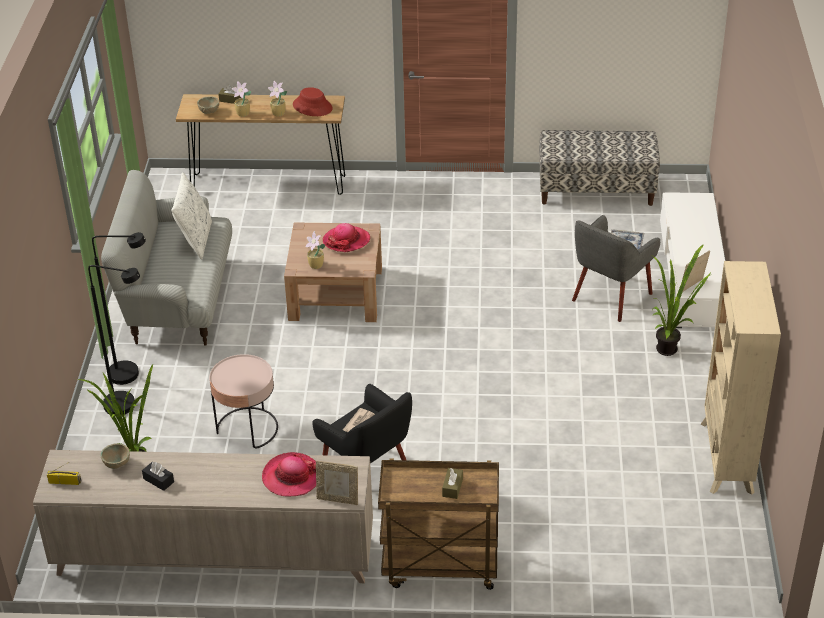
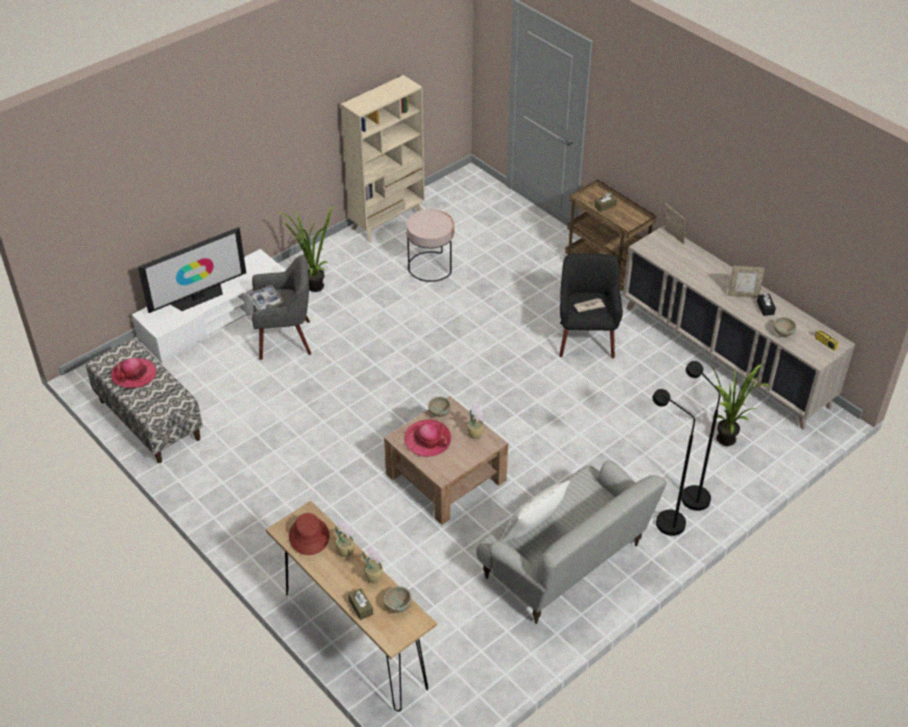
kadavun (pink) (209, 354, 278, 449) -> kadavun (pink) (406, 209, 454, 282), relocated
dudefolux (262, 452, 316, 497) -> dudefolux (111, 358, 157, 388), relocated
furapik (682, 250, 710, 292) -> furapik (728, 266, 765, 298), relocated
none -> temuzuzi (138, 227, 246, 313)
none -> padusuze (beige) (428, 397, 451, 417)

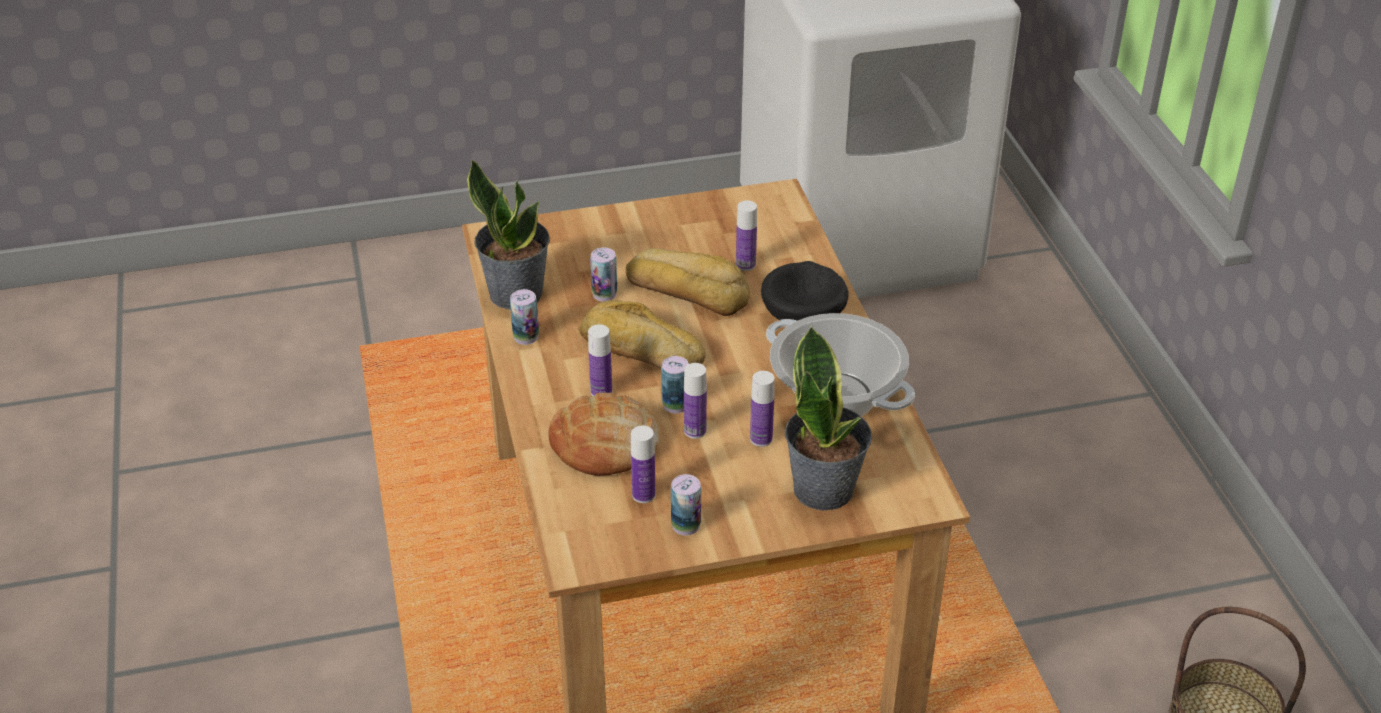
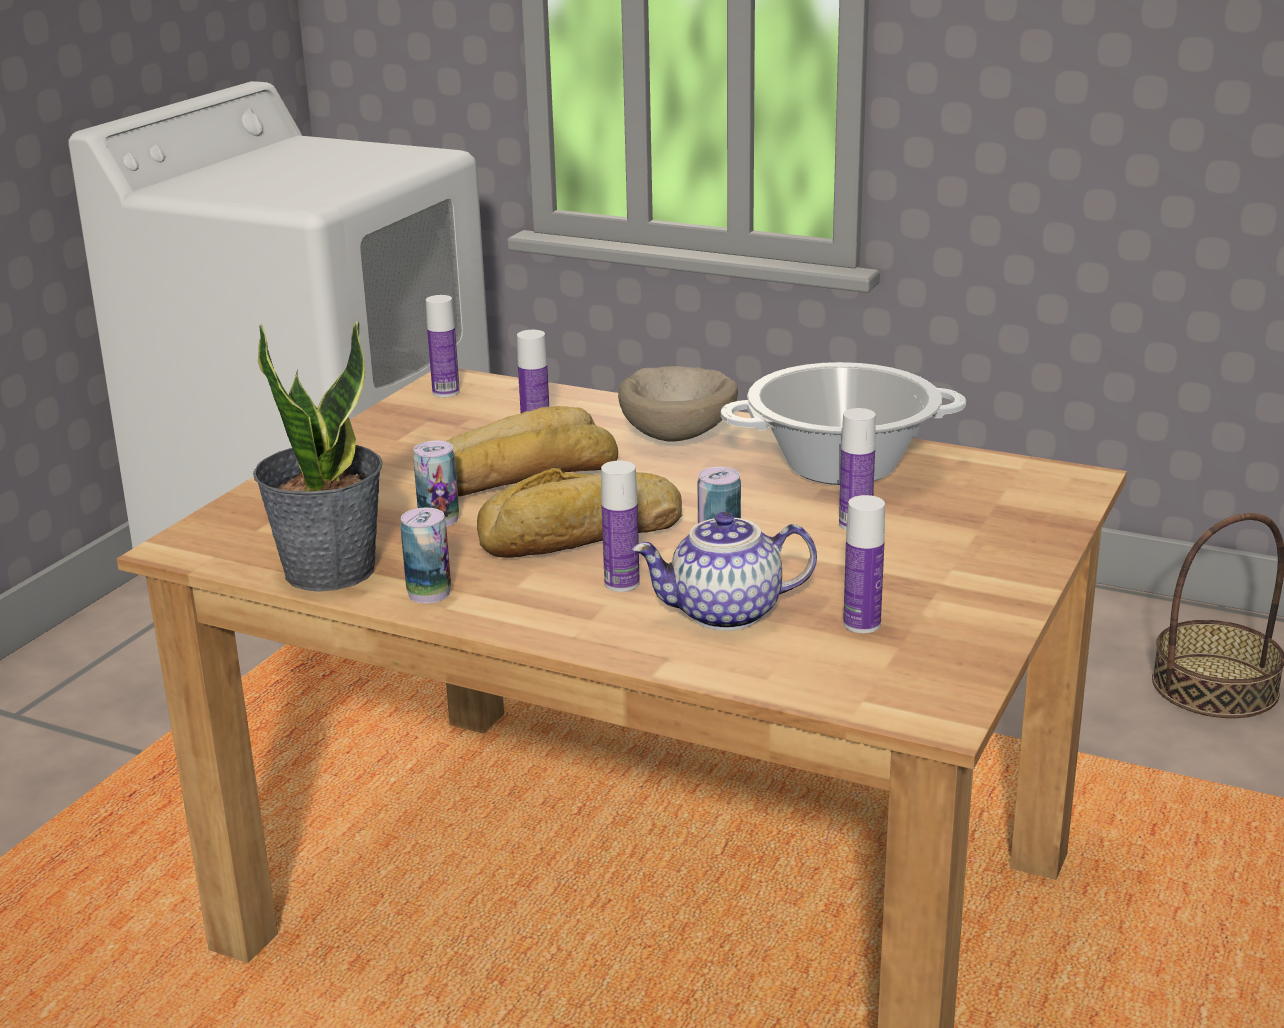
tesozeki (548, 392, 659, 476) -> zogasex (632, 512, 817, 631)
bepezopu (671, 474, 701, 535) -> none
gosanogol (684, 363, 707, 439) -> gosanogol (426, 295, 460, 397), relocated
padusuze (black) (761, 261, 849, 321) -> padusuze (beige) (618, 366, 738, 442)
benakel (785, 325, 872, 511) -> none

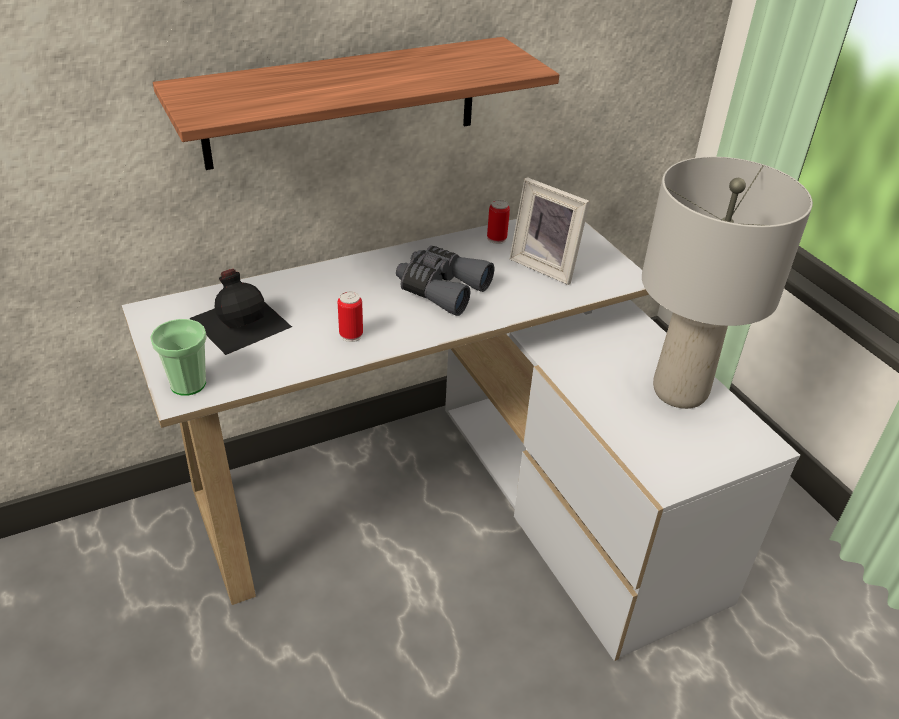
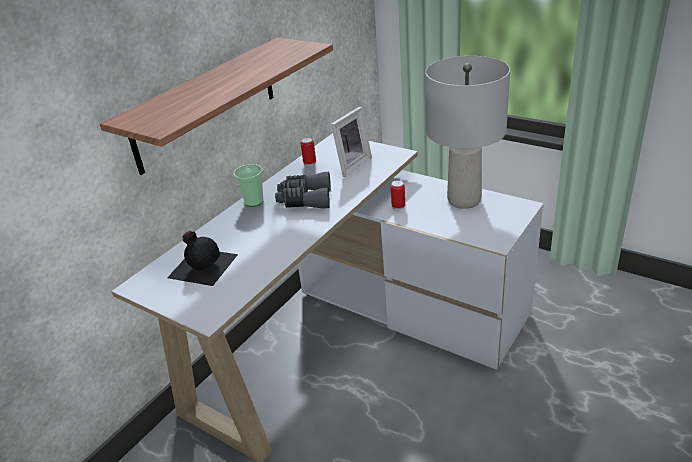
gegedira (150, 319, 207, 396) -> gegedira (234, 164, 264, 207), relocated
bepezopu (338, 291, 363, 342) -> bepezopu (391, 180, 405, 210), relocated
furapik (510, 177, 590, 285) -> furapik (331, 107, 372, 177), 60 degrees counterclockwise

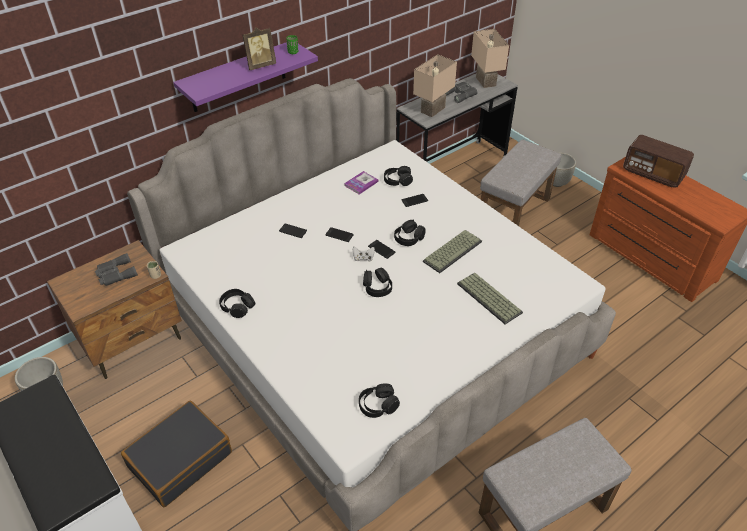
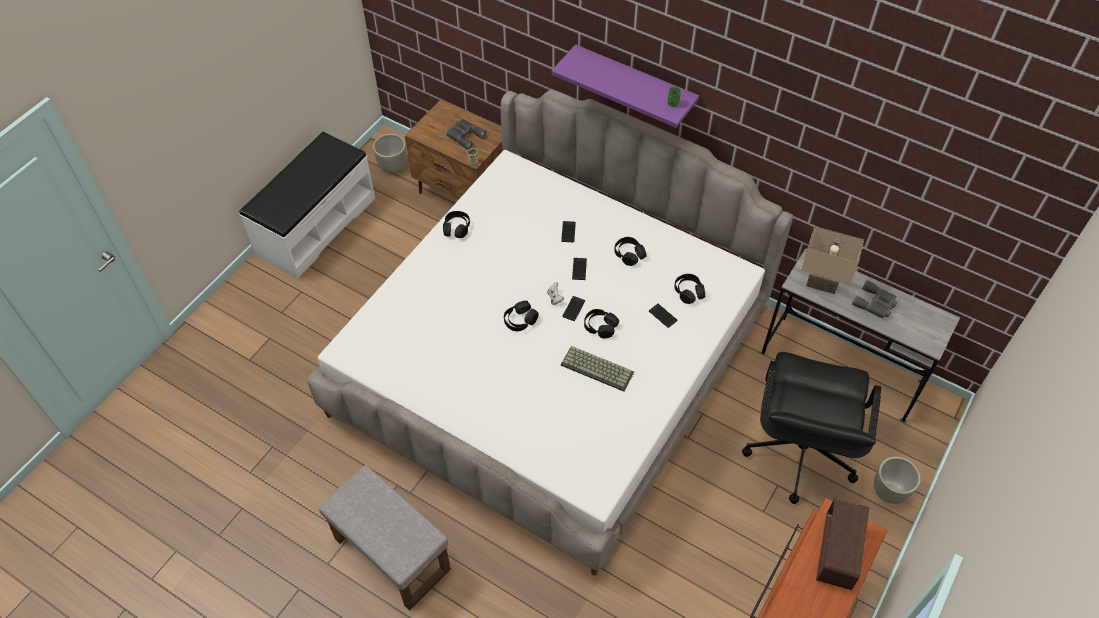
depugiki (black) (121, 401, 232, 507) -> none
furapik (242, 27, 276, 70) -> none
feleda (344, 171, 378, 194) -> none
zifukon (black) (359, 383, 400, 418) -> zifukon (black) (614, 237, 647, 266), relocated
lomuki (457, 273, 523, 324) -> none
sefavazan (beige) (471, 29, 509, 88) -> none
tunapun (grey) (480, 140, 562, 226) -> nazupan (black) (742, 352, 881, 504)

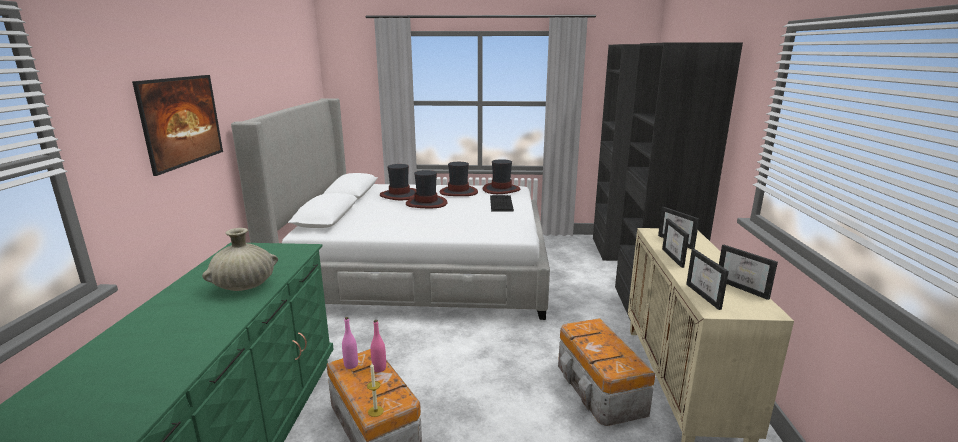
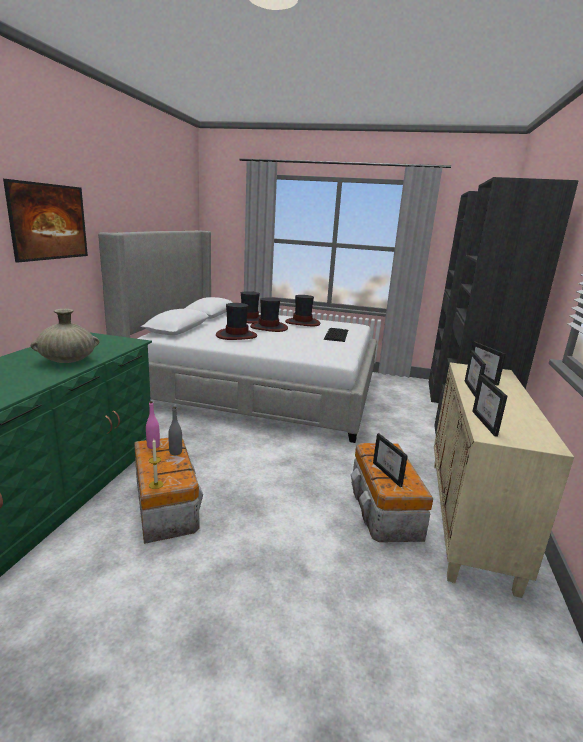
gosanogol (pink) (370, 320, 386, 372) -> gosanogol (grey) (168, 407, 182, 455)
dudefolux (483, 159, 520, 194) -> dudefolux (216, 303, 257, 340), relocated
furapik (719, 245, 778, 300) -> furapik (373, 433, 408, 487), relocated

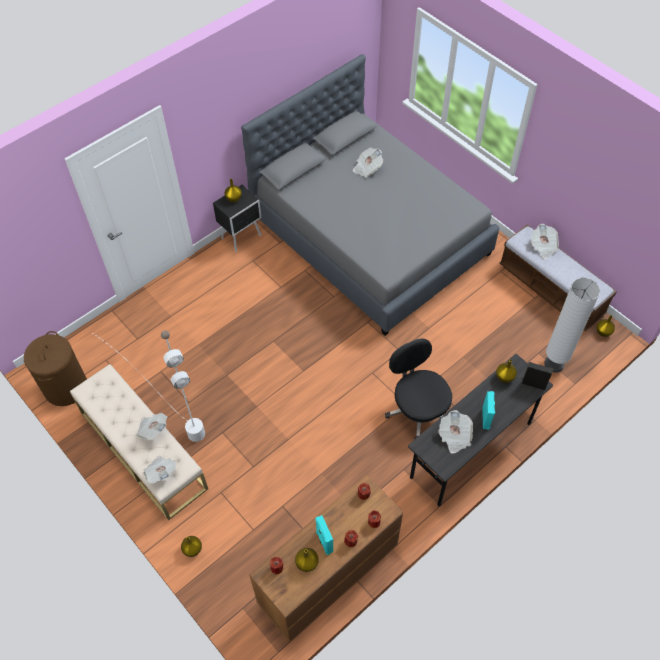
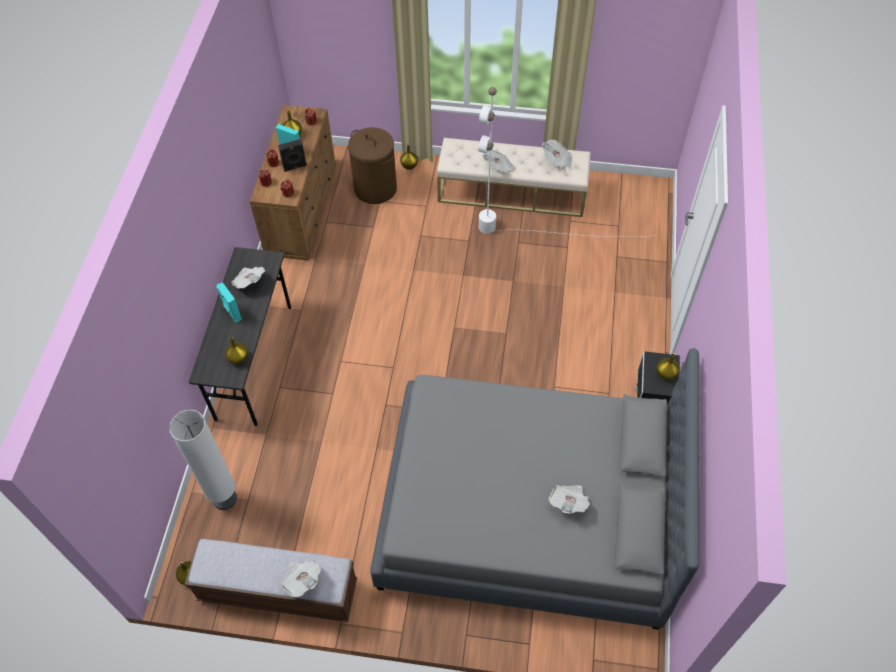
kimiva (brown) (24, 331, 87, 406) -> kimiva (brown) (348, 127, 397, 204), relocated
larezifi (143, 456, 176, 484) -> larezifi (542, 139, 572, 168), relocated
nazupan (black) (385, 338, 452, 440) -> none
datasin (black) (522, 362, 553, 390) -> datasin (black) (278, 139, 307, 172), relocated

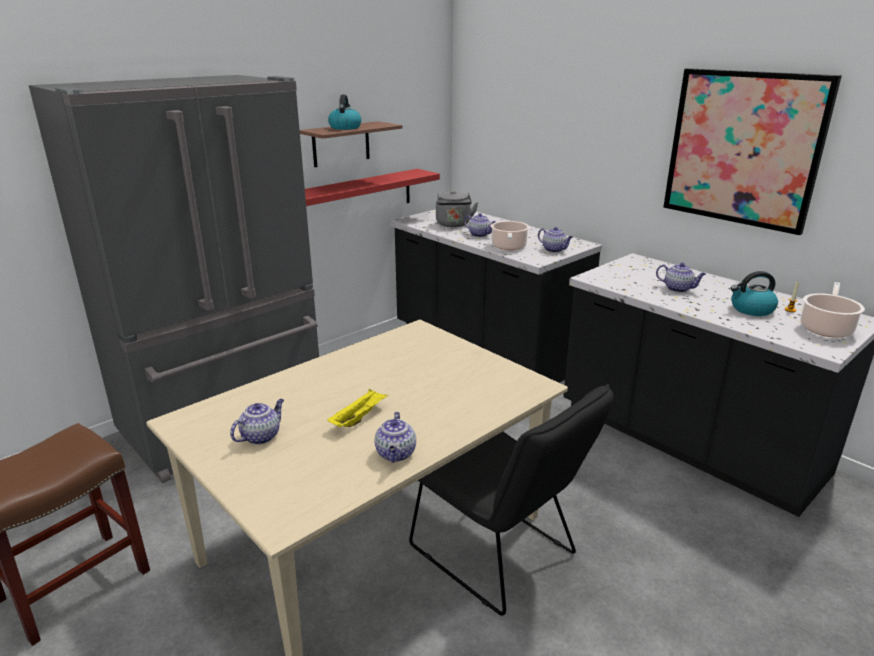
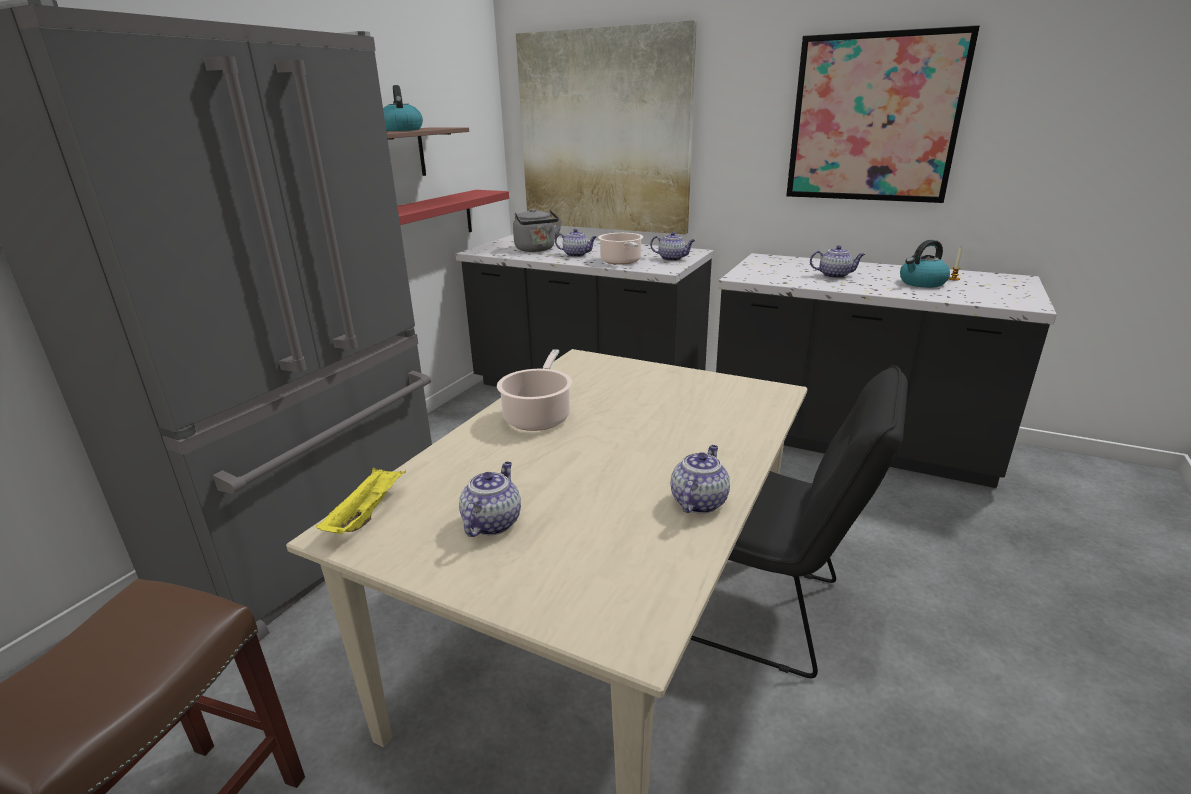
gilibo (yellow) (327, 389, 389, 427) -> gilibo (yellow) (316, 468, 406, 534), relocated
zogasex (374, 412, 416, 462) -> zogasex (671, 445, 730, 514), 135 degrees counterclockwise
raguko (801, 282, 865, 338) -> raguko (497, 349, 572, 431), relocated
none -> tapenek (516, 20, 697, 234)

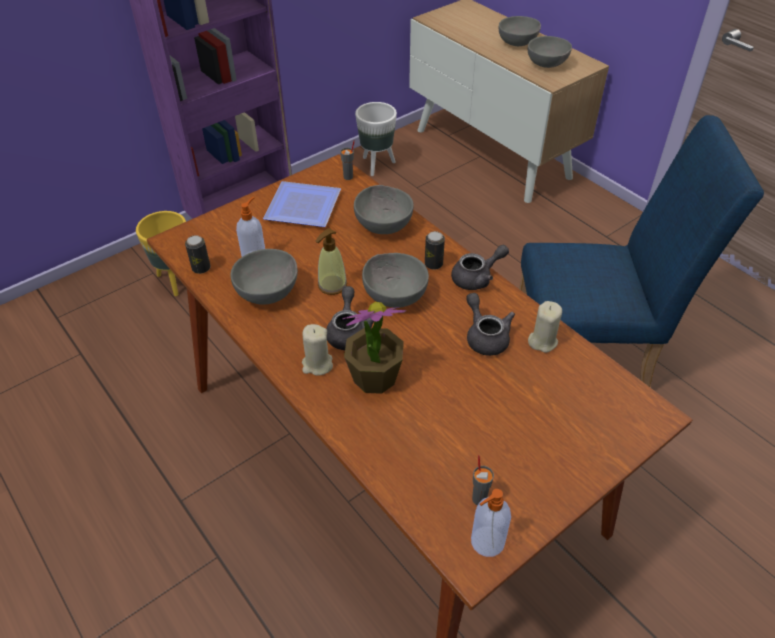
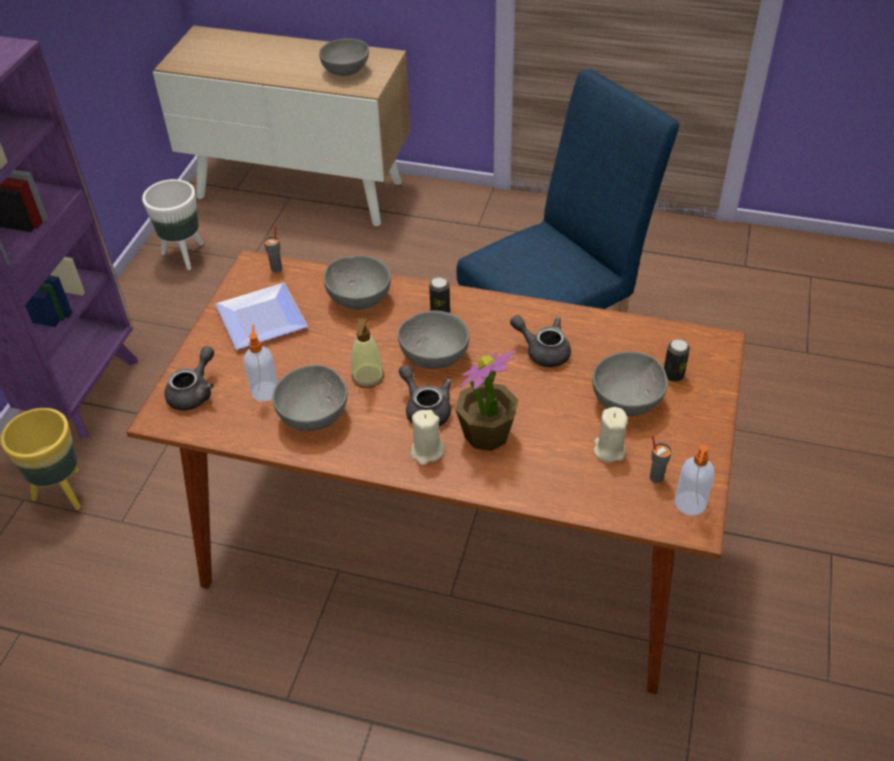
bepezopu (185, 235, 210, 274) -> bepezopu (664, 339, 690, 382), relocated
zogasex (grey) (451, 245, 509, 290) -> zogasex (grey) (164, 346, 214, 410), relocated
padusuze (grey) (499, 16, 541, 46) -> padusuze (grey) (592, 352, 668, 416), relocated
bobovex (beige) (528, 301, 562, 353) -> bobovex (beige) (594, 407, 627, 463), relocated

